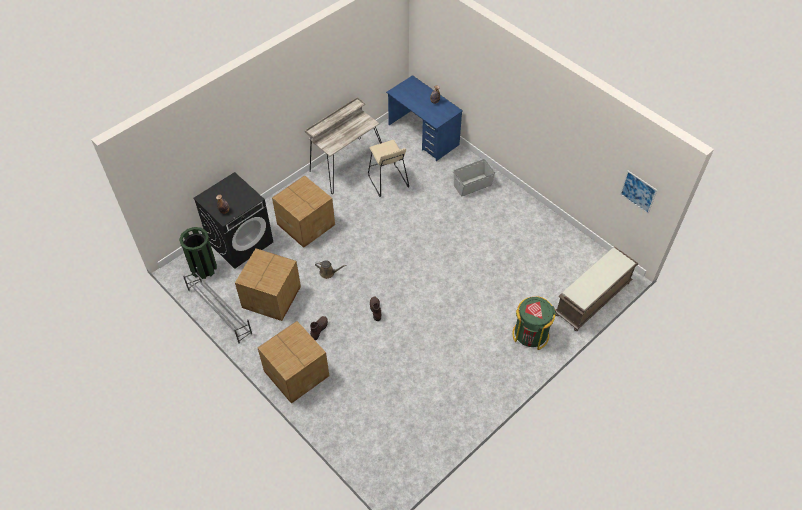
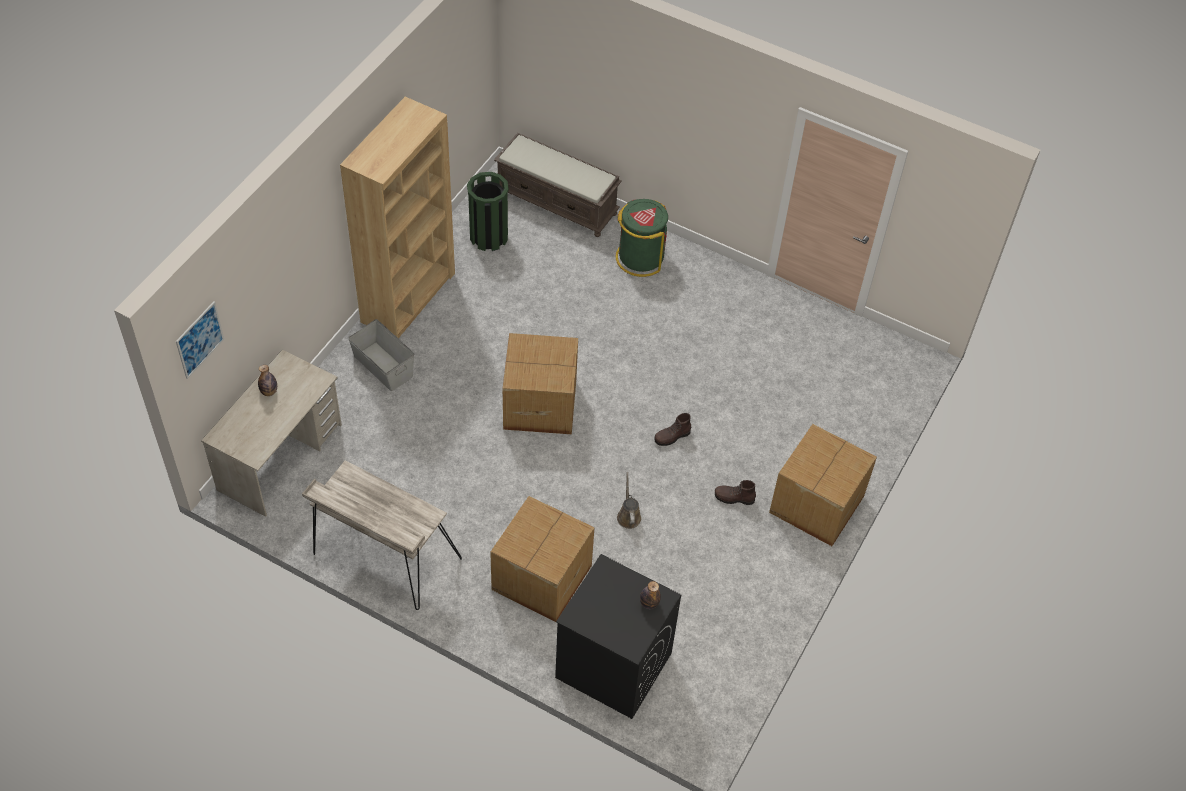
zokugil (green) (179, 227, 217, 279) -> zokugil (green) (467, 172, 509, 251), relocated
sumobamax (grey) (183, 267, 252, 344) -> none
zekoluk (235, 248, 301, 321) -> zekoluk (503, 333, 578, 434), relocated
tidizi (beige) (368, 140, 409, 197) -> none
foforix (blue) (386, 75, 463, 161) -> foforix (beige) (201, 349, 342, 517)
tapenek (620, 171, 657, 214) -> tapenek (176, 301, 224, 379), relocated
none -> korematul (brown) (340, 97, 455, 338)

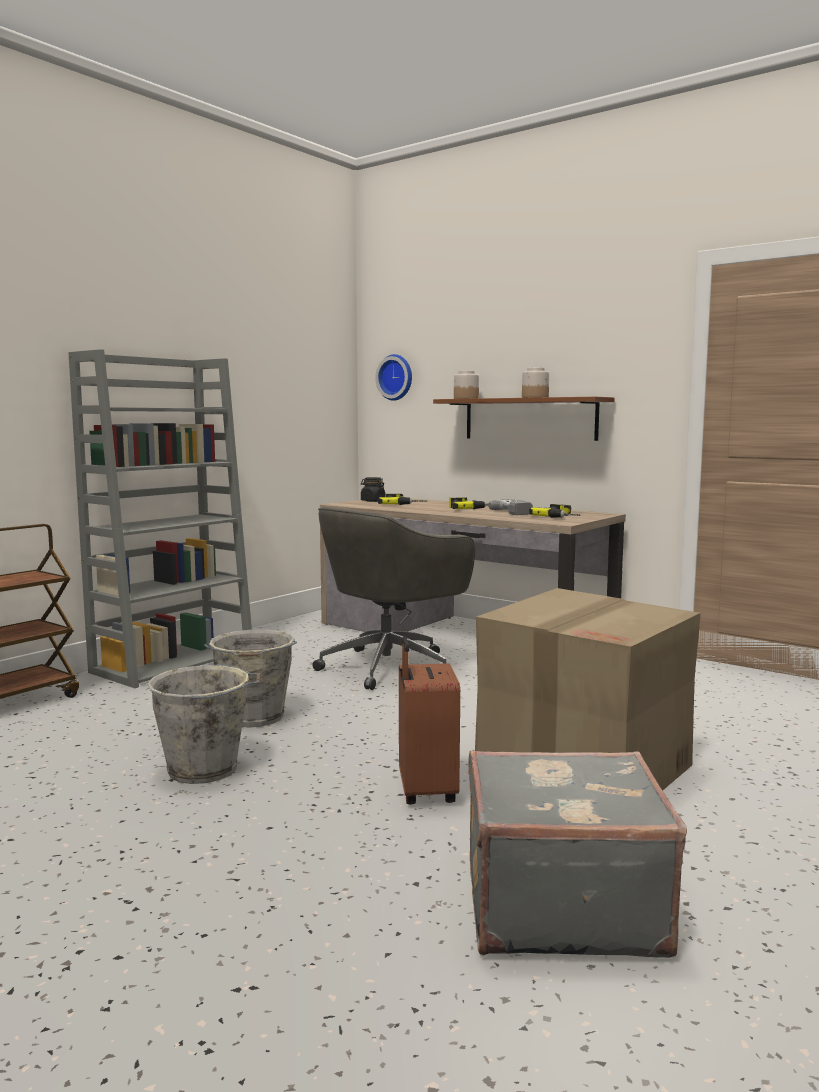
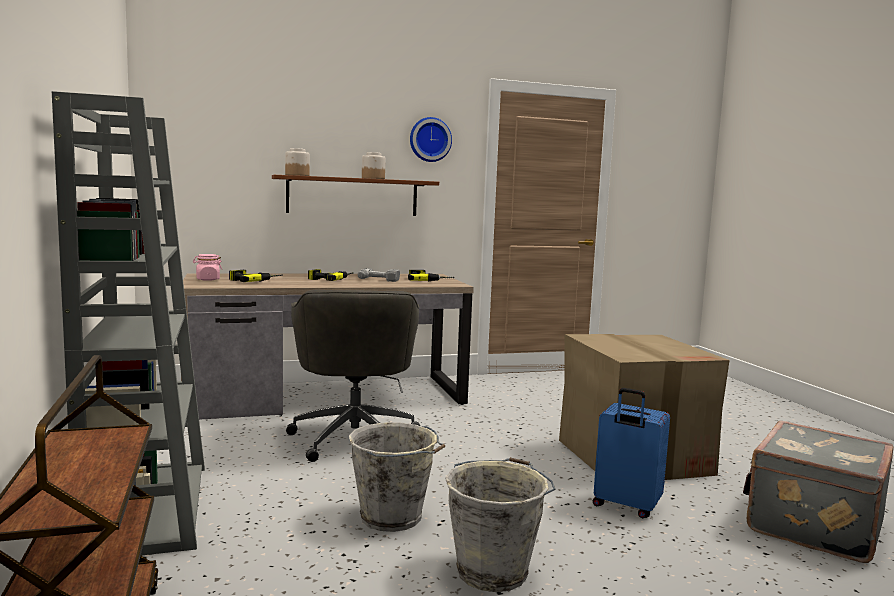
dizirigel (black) (361, 477, 385, 502) -> dizirigel (pink) (193, 254, 222, 281)
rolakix (375, 354, 412, 401) -> rolakix (410, 117, 452, 162), relocated
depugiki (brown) (399, 636, 460, 805) -> depugiki (blue) (593, 388, 670, 519)

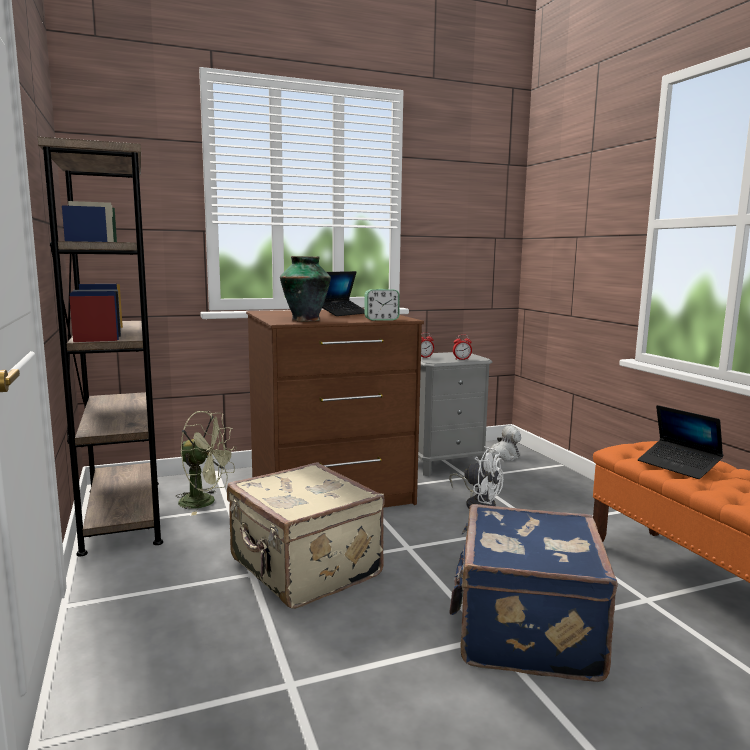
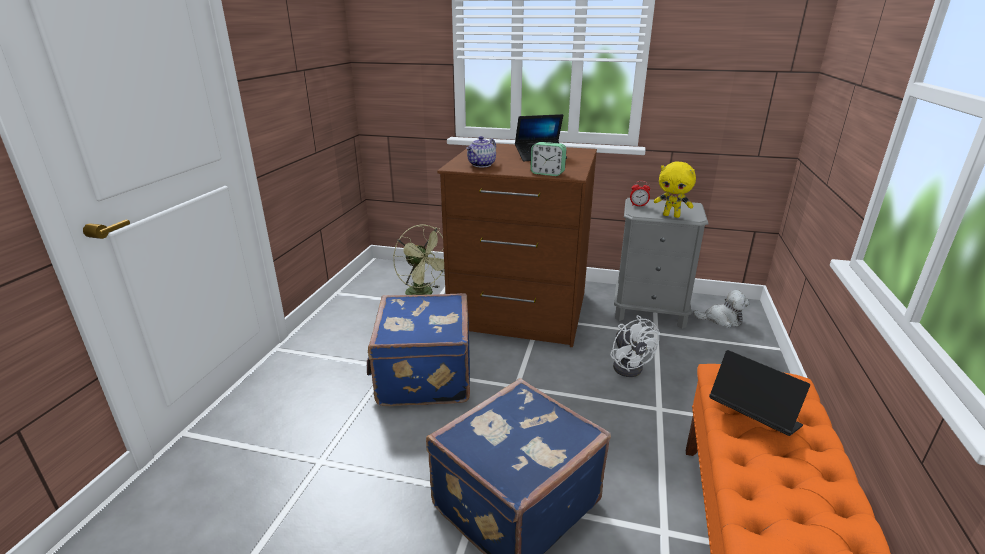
korematul (brown) (38, 137, 163, 556) -> none
depugiki (beige) (227, 462, 384, 609) -> depugiki (blue) (367, 293, 470, 406)
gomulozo (280, 256, 331, 321) -> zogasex (466, 136, 496, 167)
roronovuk (453, 334, 472, 360) -> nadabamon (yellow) (654, 161, 696, 218)
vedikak (638, 405, 723, 479) -> vedikak (709, 350, 810, 436), 135 degrees clockwise

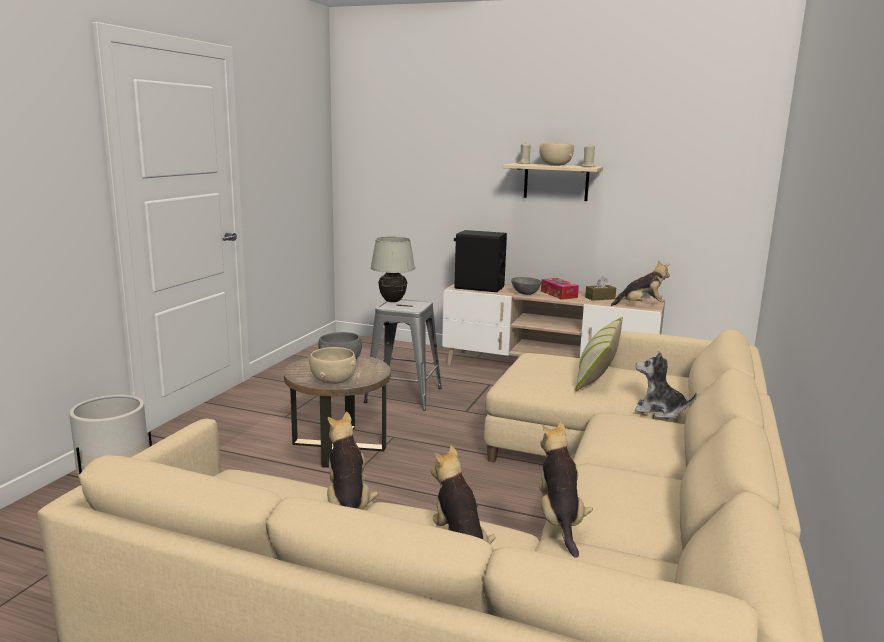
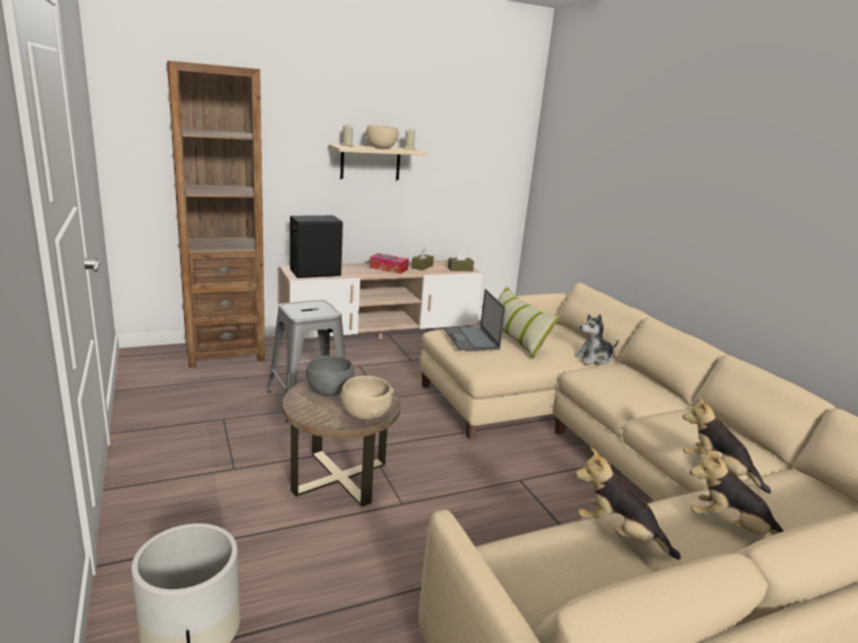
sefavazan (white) (371, 237, 415, 302) -> none
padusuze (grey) (511, 277, 542, 295) -> none
nadabamon (611, 260, 670, 306) -> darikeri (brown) (448, 250, 474, 271)
none -> korematul (brown) (167, 61, 265, 368)
none -> vedikak (444, 289, 506, 351)

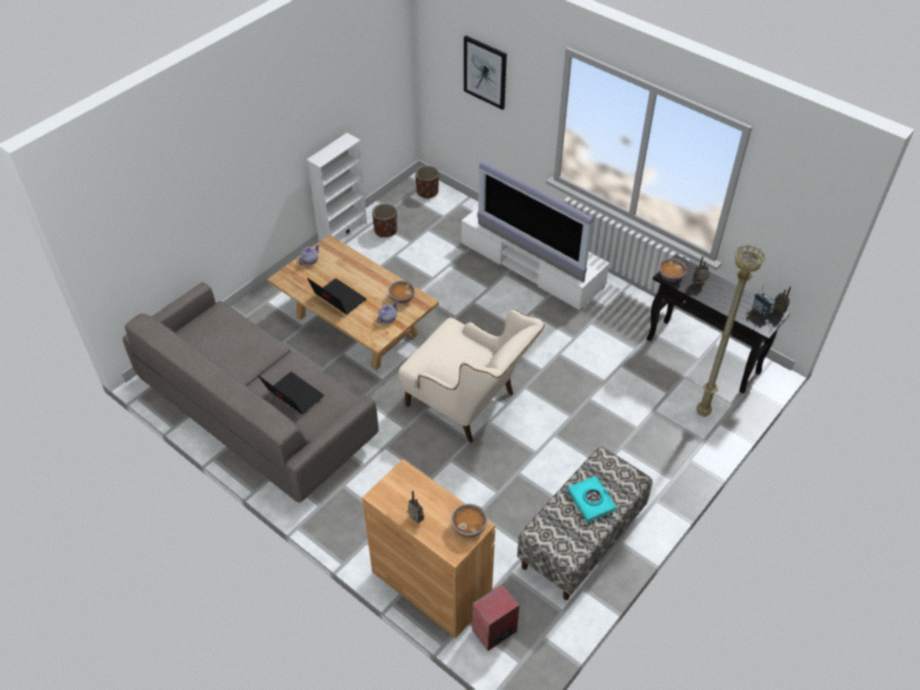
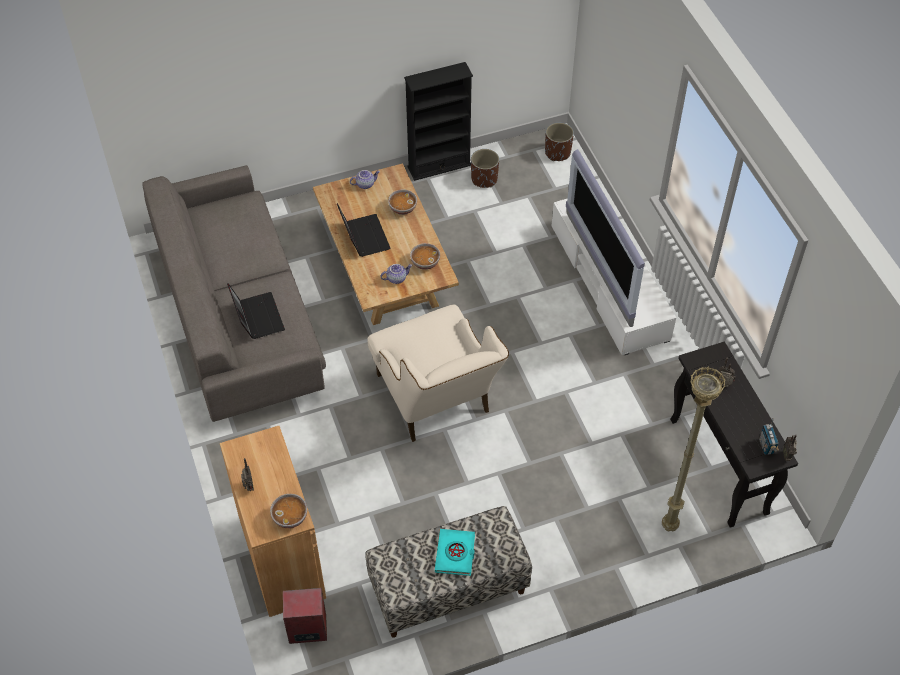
korematul (white) (306, 133, 369, 243) -> korematul (black) (404, 62, 473, 181)
tapenek (464, 36, 507, 110) -> none
padusuze (659, 258, 687, 282) -> padusuze (388, 189, 417, 215), relocated

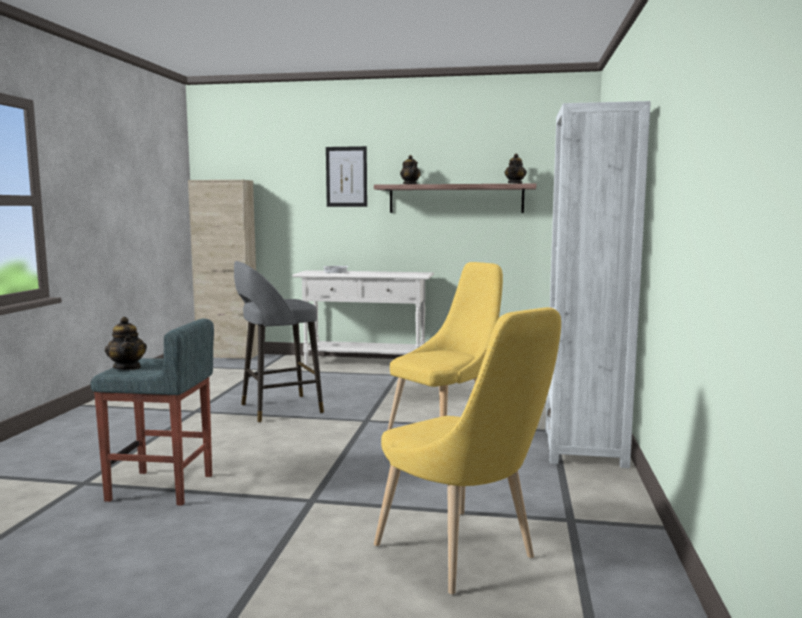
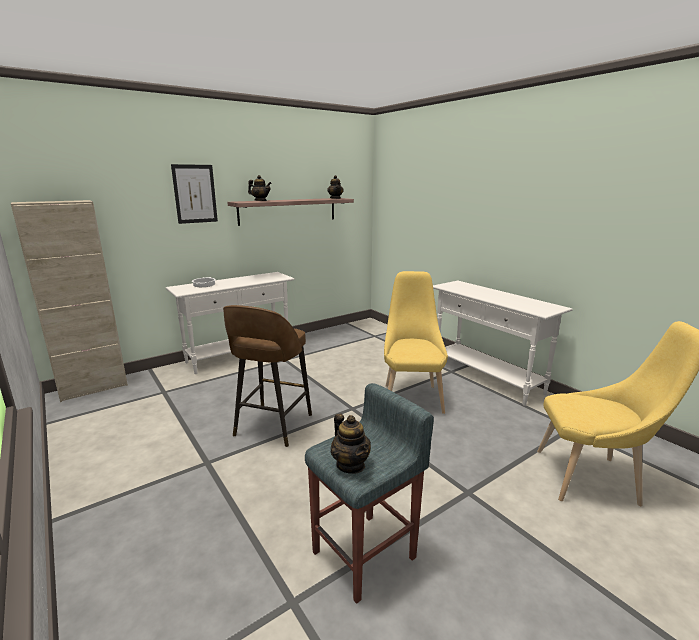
zogasex (105, 317, 147, 370) -> zogasex (331, 414, 371, 474), 45 degrees clockwise
tidizi (grey) (234, 261, 324, 423) -> tidizi (brown) (223, 305, 312, 447)
korematul (white) (545, 101, 651, 468) -> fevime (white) (433, 281, 573, 406)

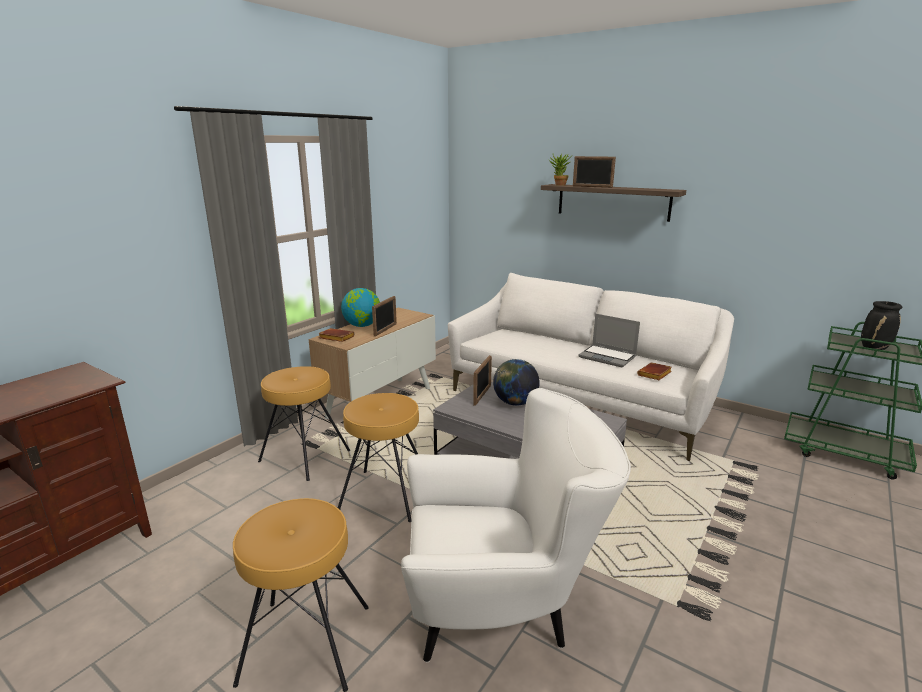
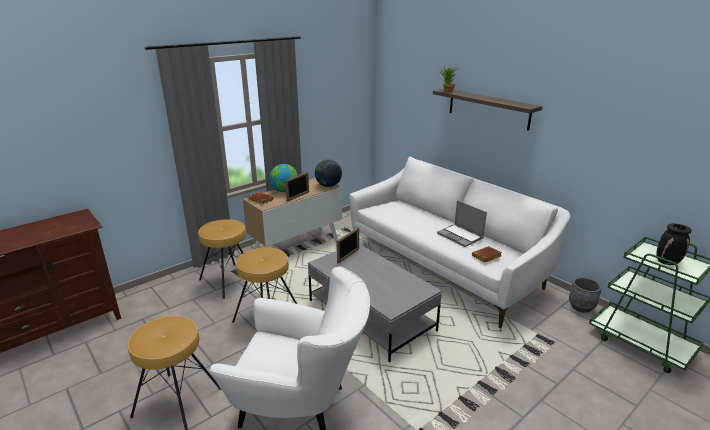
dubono (493, 359, 540, 406) -> dubono (315, 159, 342, 187), relocated
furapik (573, 156, 616, 188) -> none
none -> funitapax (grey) (569, 277, 602, 313)

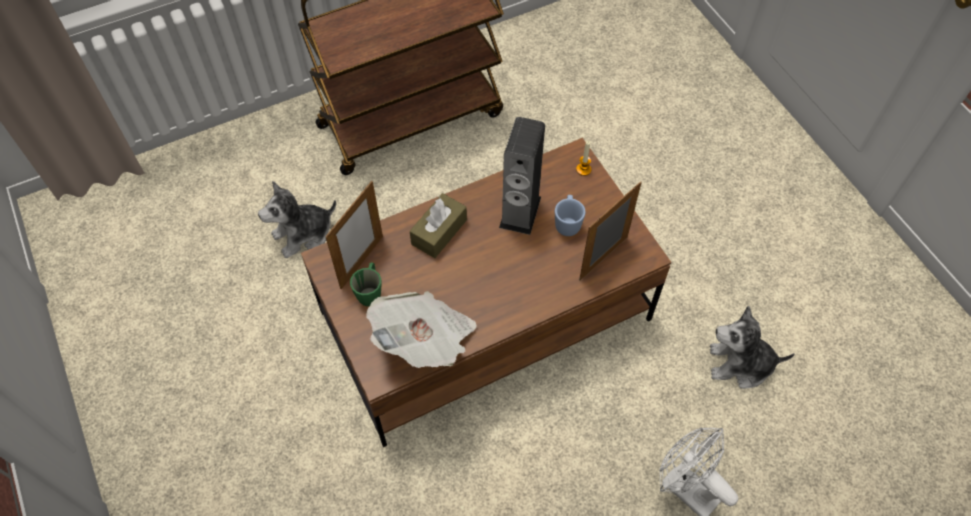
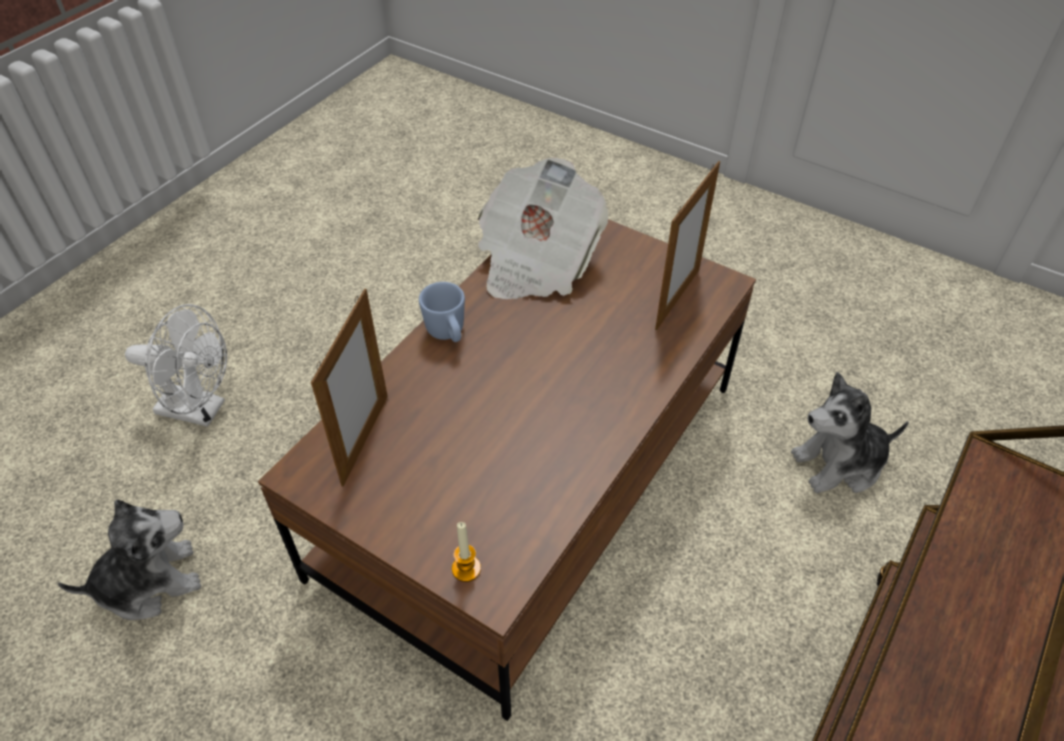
nadabamon (258, 181, 336, 258) -> nadabamon (791, 372, 909, 493), 135 degrees counterclockwise
furapik (325, 181, 383, 289) -> furapik (655, 161, 720, 330), 150 degrees counterclockwise
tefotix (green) (350, 262, 381, 306) -> none
darikeri (brown) (410, 193, 467, 258) -> none
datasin (499, 117, 545, 235) -> none
tefotix (blue) (555, 195, 586, 236) -> tefotix (blue) (419, 282, 465, 342), relocated

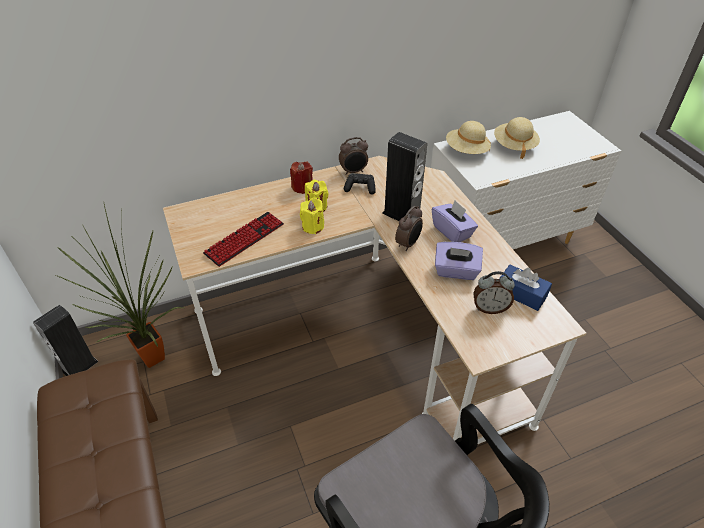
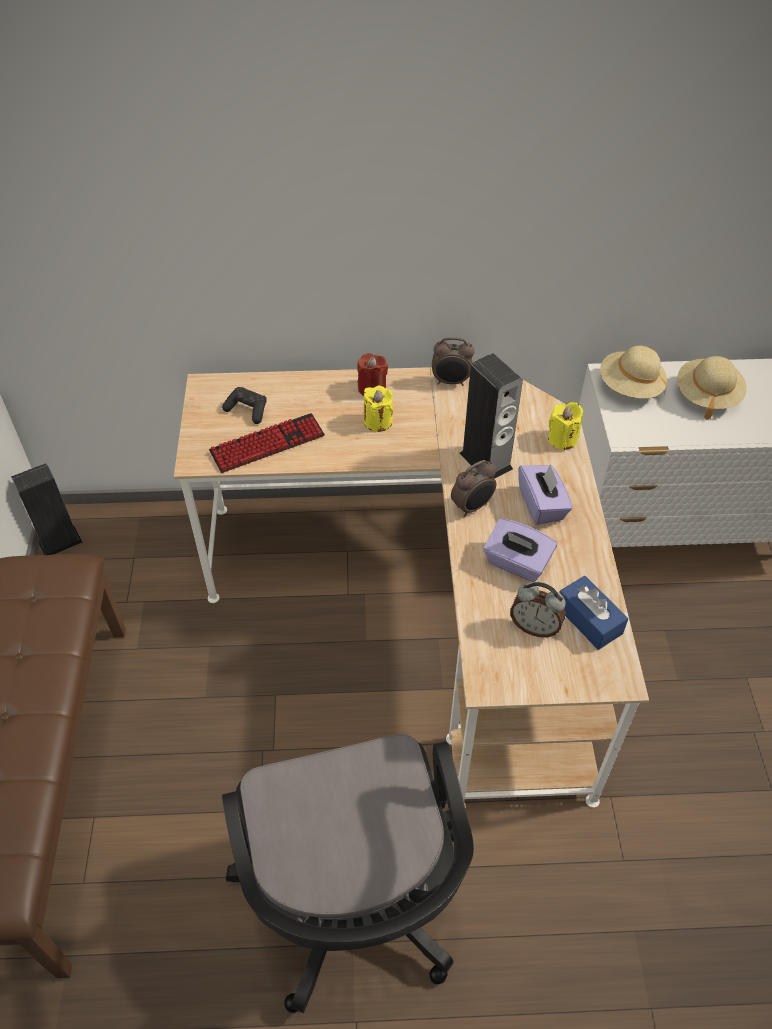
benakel (56, 200, 182, 368) -> none
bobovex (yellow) (300, 197, 324, 234) -> bobovex (yellow) (548, 402, 583, 451), relocated
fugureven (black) (344, 173, 376, 195) -> fugureven (black) (222, 387, 267, 424), relocated

